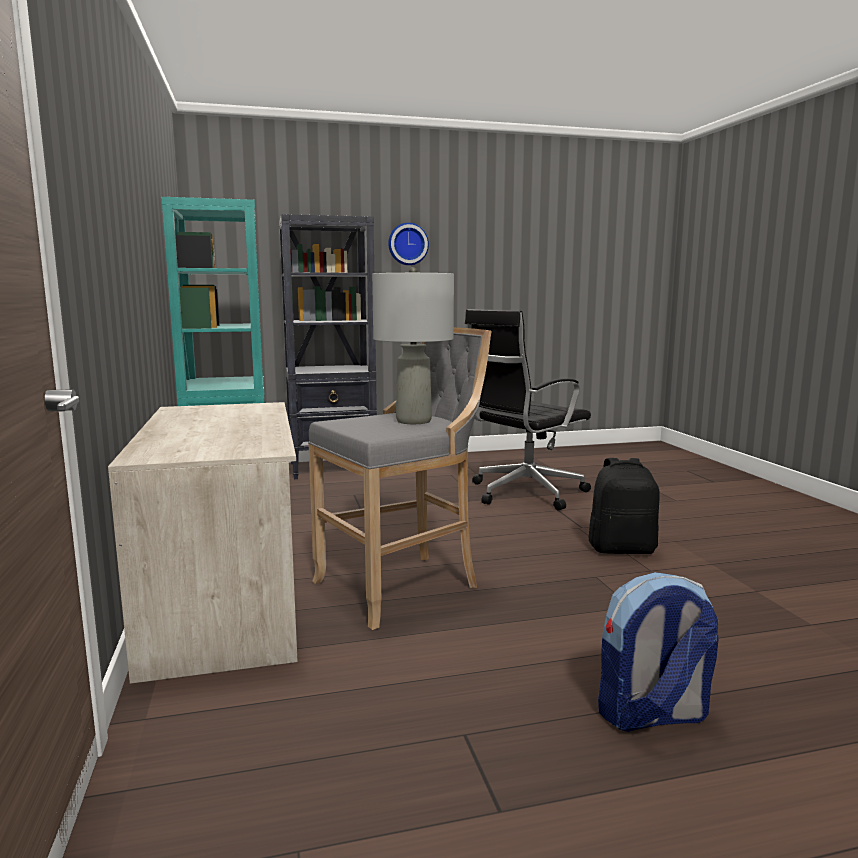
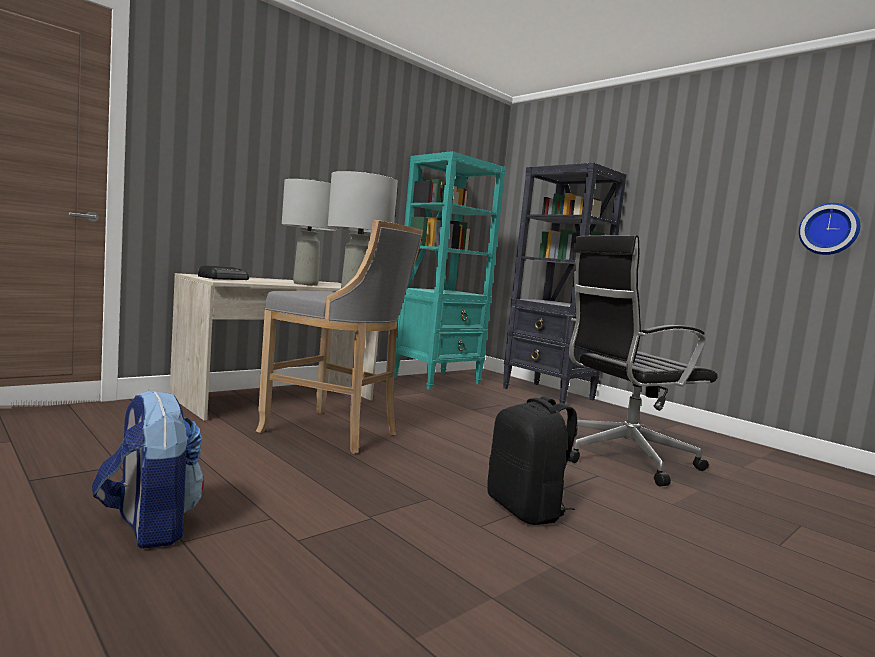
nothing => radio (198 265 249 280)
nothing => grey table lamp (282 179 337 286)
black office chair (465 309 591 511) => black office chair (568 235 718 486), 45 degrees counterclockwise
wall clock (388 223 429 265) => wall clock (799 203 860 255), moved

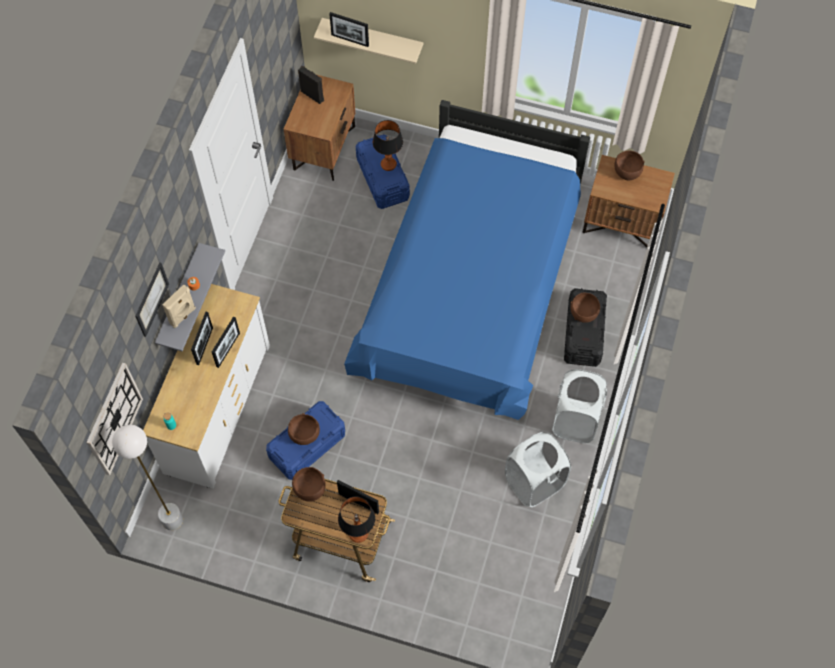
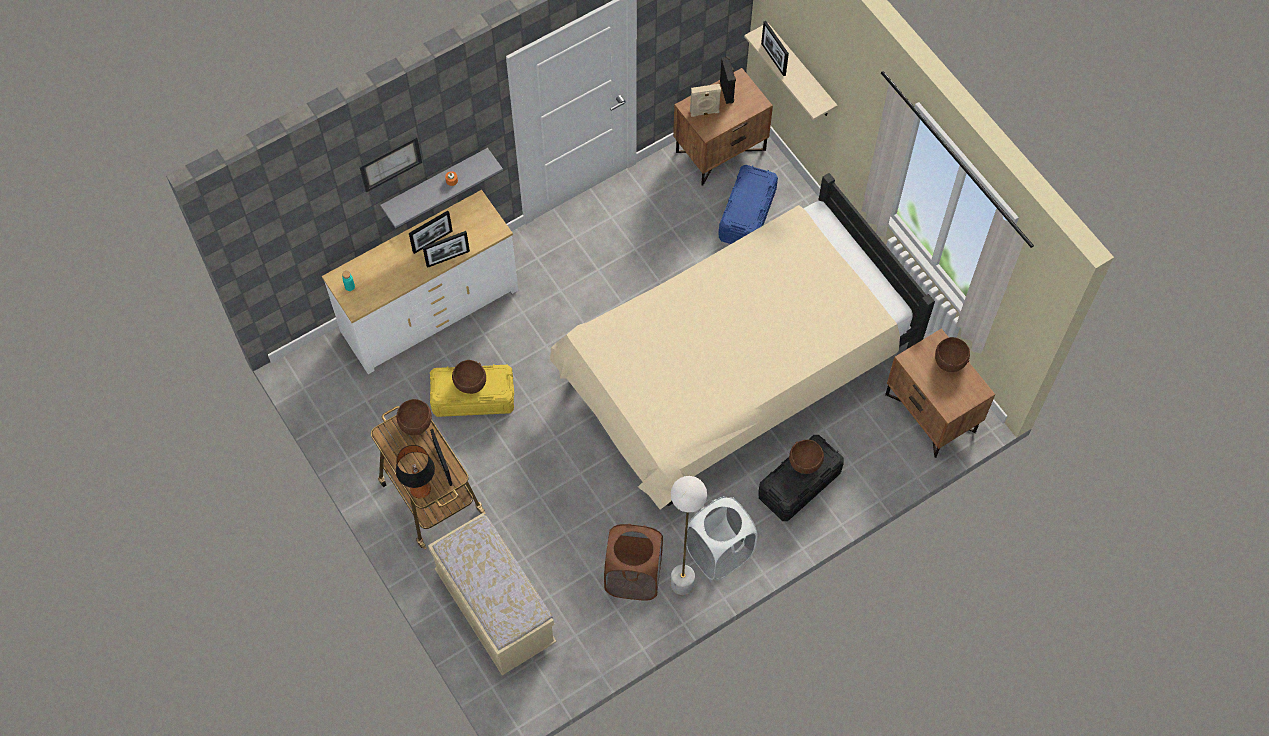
nothing => beige bench (428 513 556 675)
blue storage box (266 401 345 480) => yellow storage box (430 364 514 417)
blue bed (344 100 590 420) => beige bed (550 173 935 510)
white laundry basket (505 432 571 507) => brown laundry basket (604 524 663 601)
white floor lamp (112 425 183 530) => white floor lamp (671 476 707 595), moved
beige speaker (162 284 196 328) => beige speaker (690 84 721 117), moved
wall clock (86 363 143 475) => nothing
table lamp (373 120 403 171) => nothing

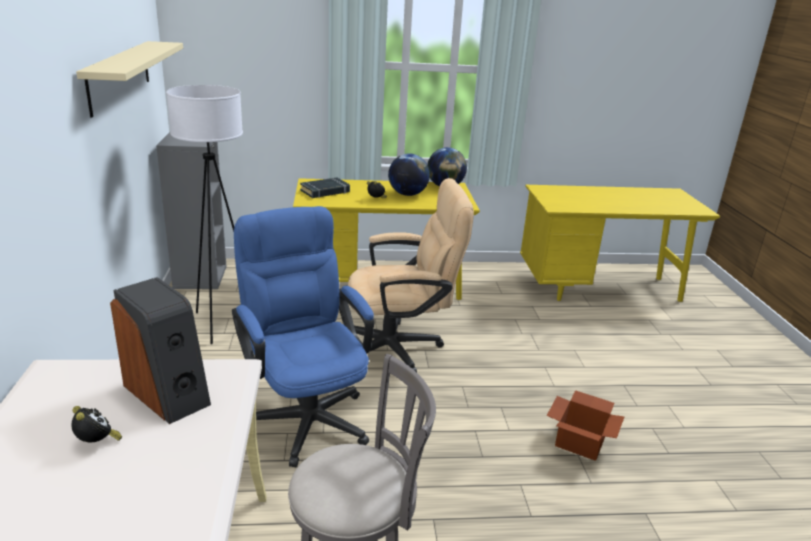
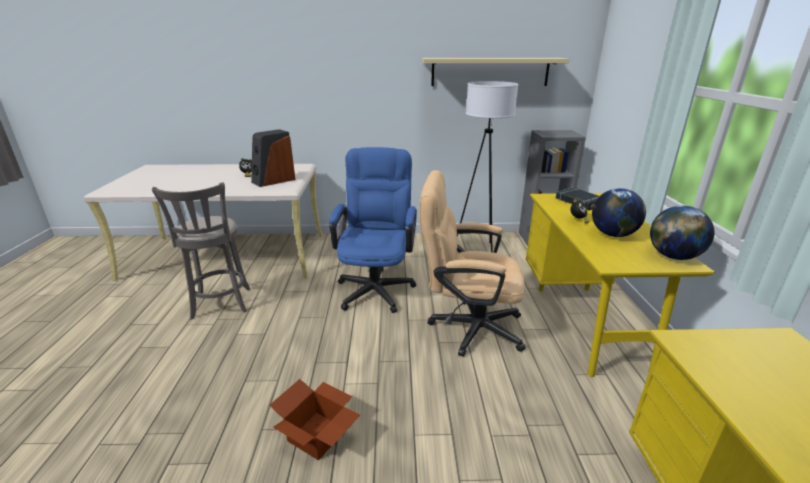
blue office chair (232 206 375 468) => blue office chair (329 147 417 313), 60 degrees counterclockwise
beige office chair (348 178 474 372) => beige office chair (420 170 526 357), 105 degrees clockwise

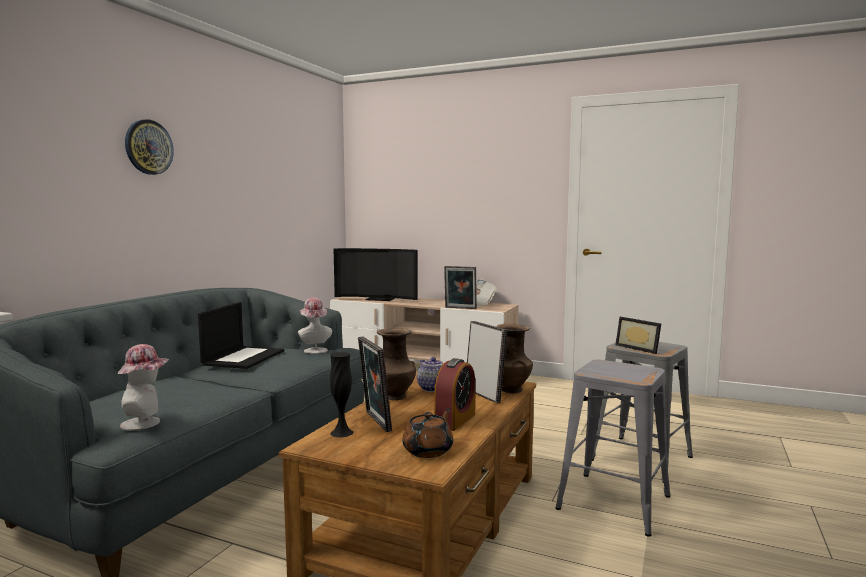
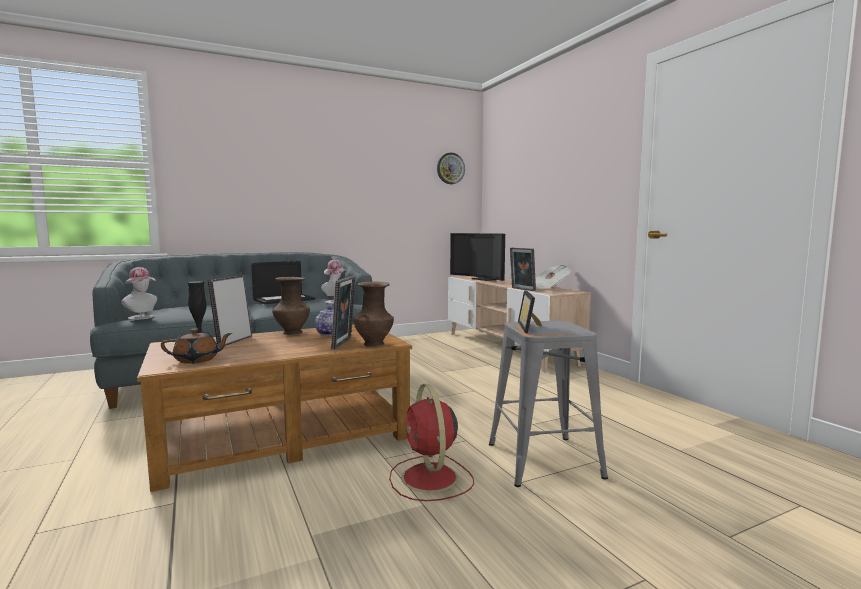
grey stool (555 360 670 537) => red fan (389 384 474 501)
wall clock (125 119 174 175) => wall clock (437 153 465 184), moved
alarm clock (435 358 475 431) => nothing

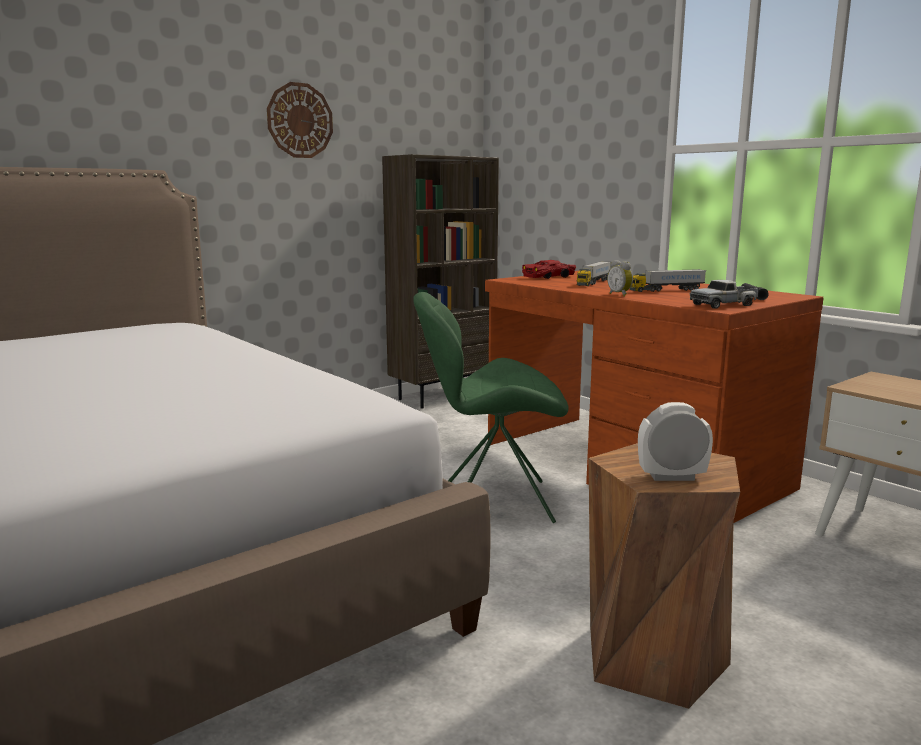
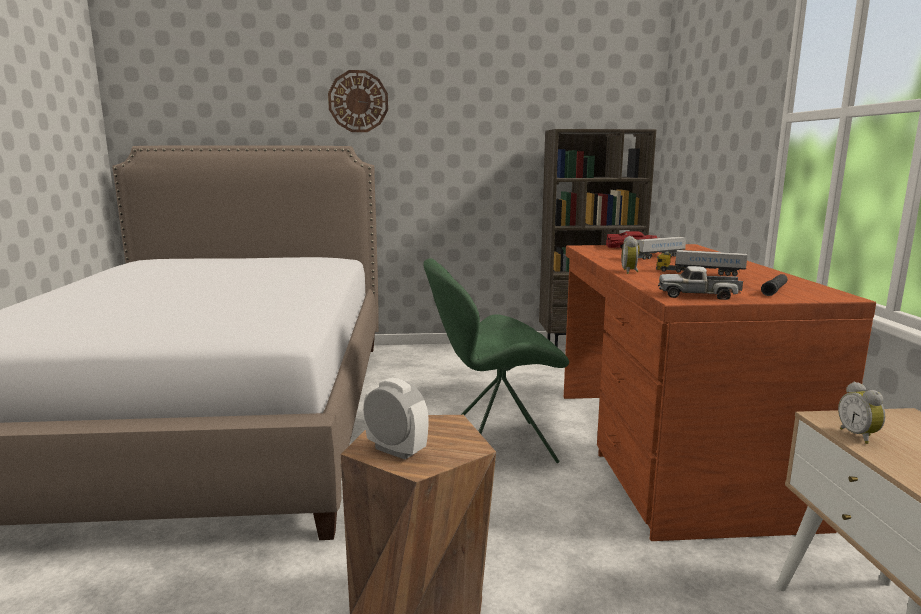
wall clock (267 82 333 158) => wall clock (328 70 388 132), moved
green chair (413 292 569 523) => green chair (423 258 569 463), 45 degrees counterclockwise
nothing => alarm clock (838 381 885 444)

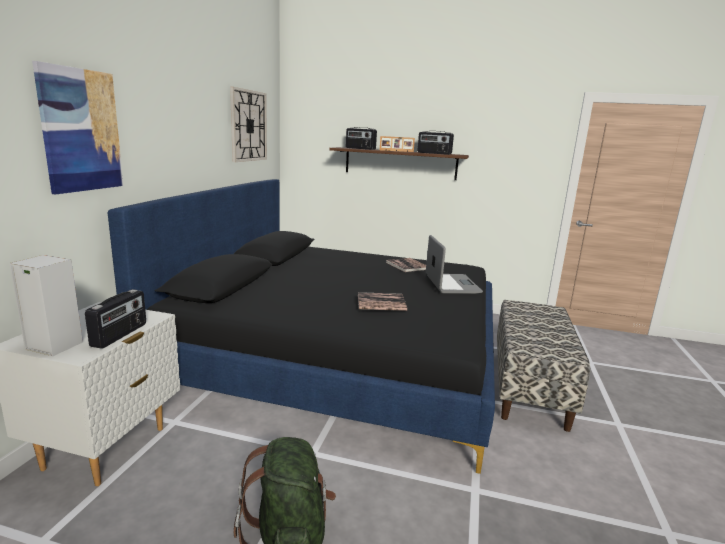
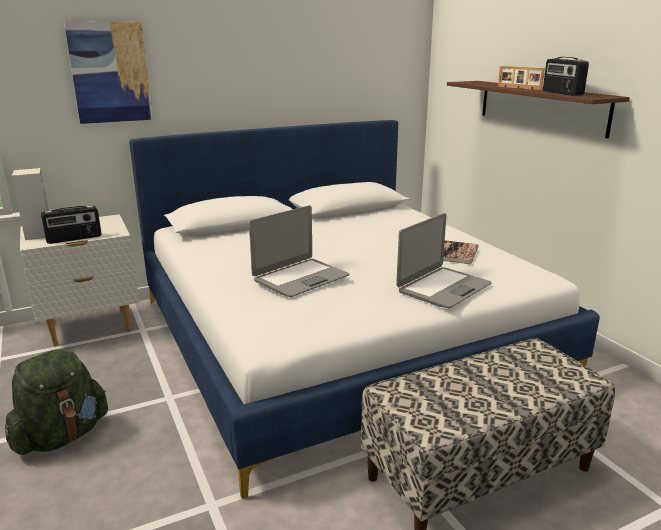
black bed (108 179 495 474) => white bed (129 120 600 499)
book (358 292 407 311) => laptop (249 206 349 297)
wall clock (230 87 267 162) => nothing
radio (346 127 377 150) => nothing

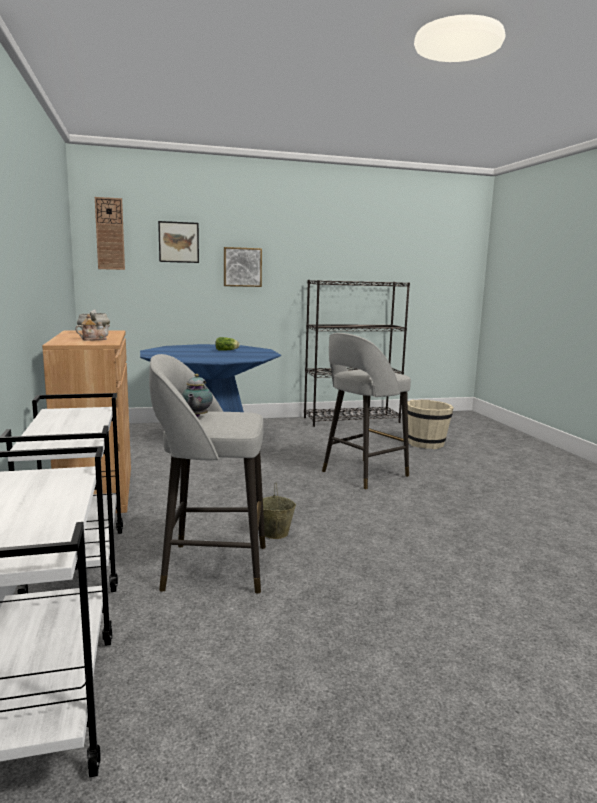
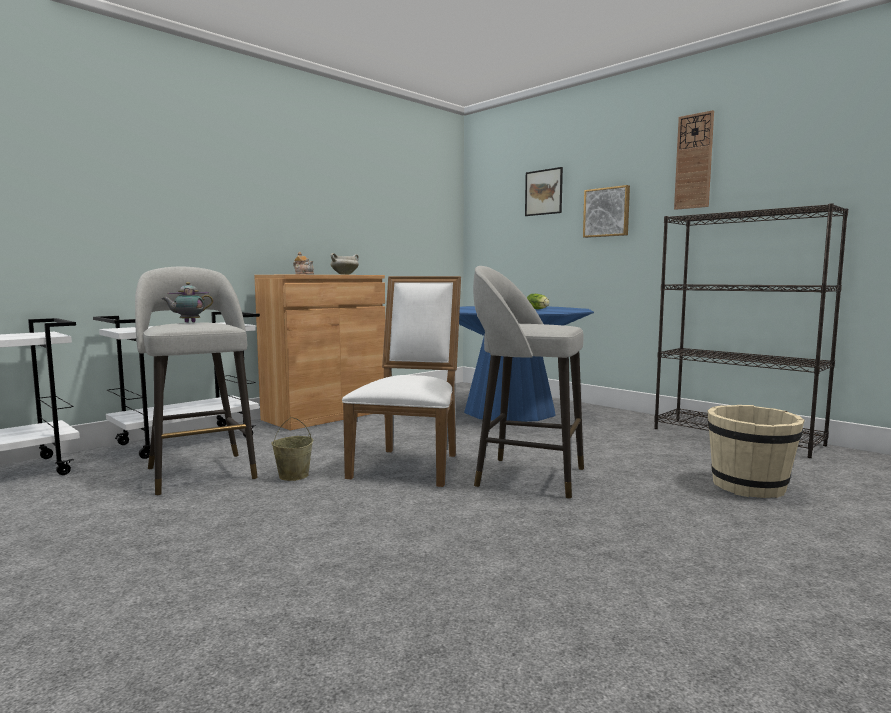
nothing => white chair (342 276 461 487)
wall clock (95 197 125 270) => wall clock (674 110 714 210), moved

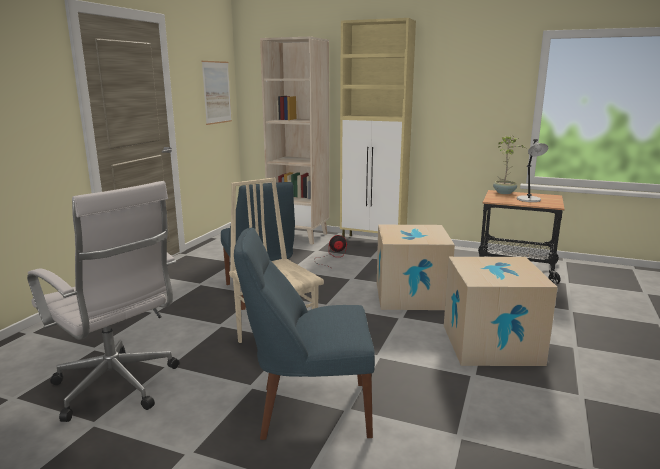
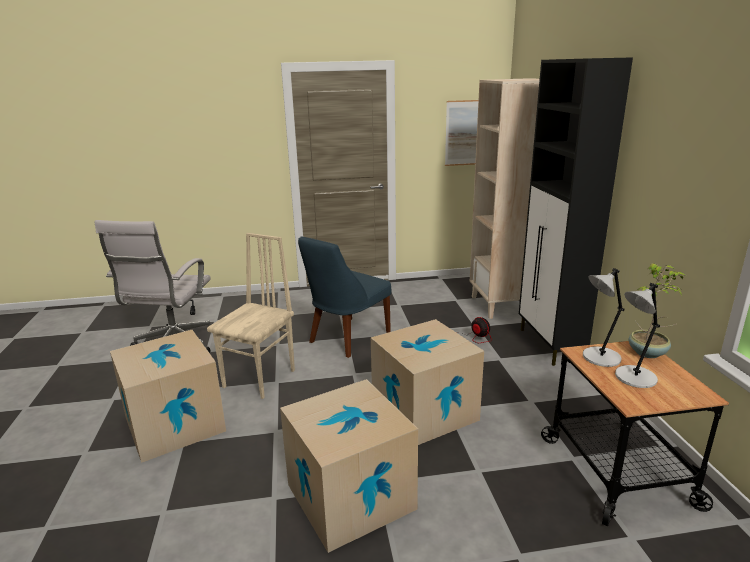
blue chair (234 227 375 440) => cardboard box (110 330 226 463)
beige cabinet (340 18 416 238) => black cabinet (519 57 633 366)
nothing => grey table lamp (583 268 625 367)

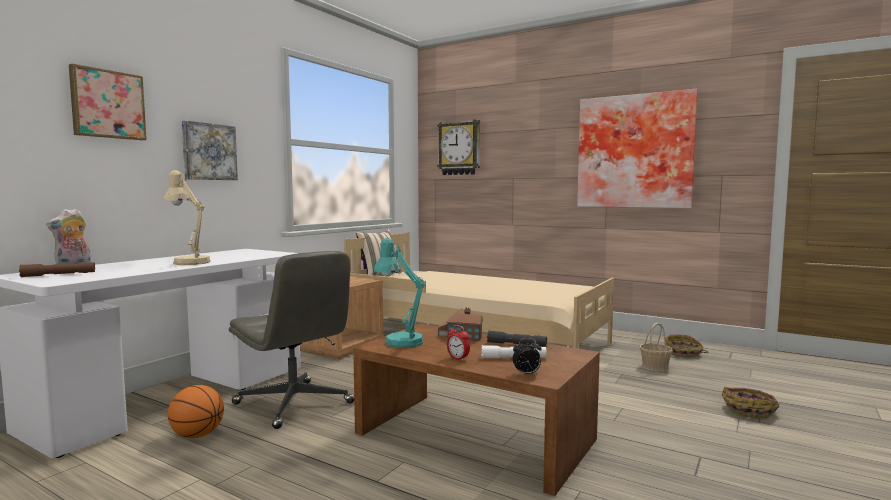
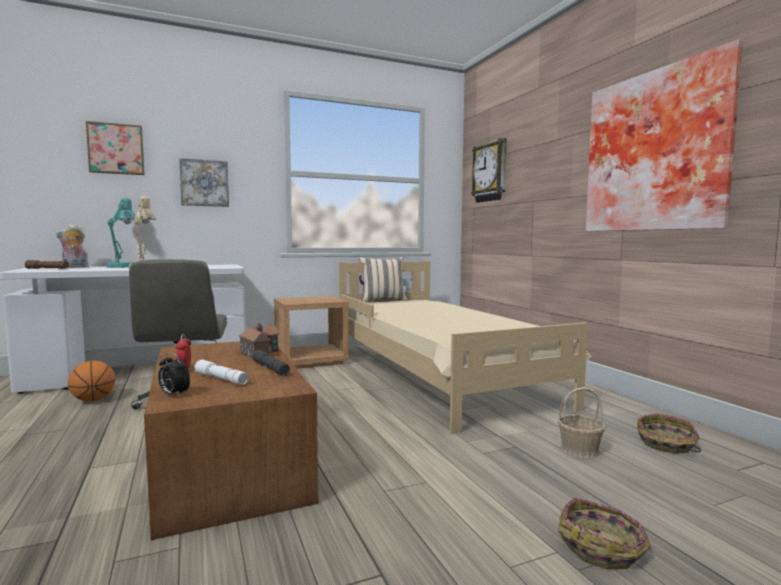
turquoise table lamp (374 238 425 348) => turquoise table lamp (107 197 136 268), moved

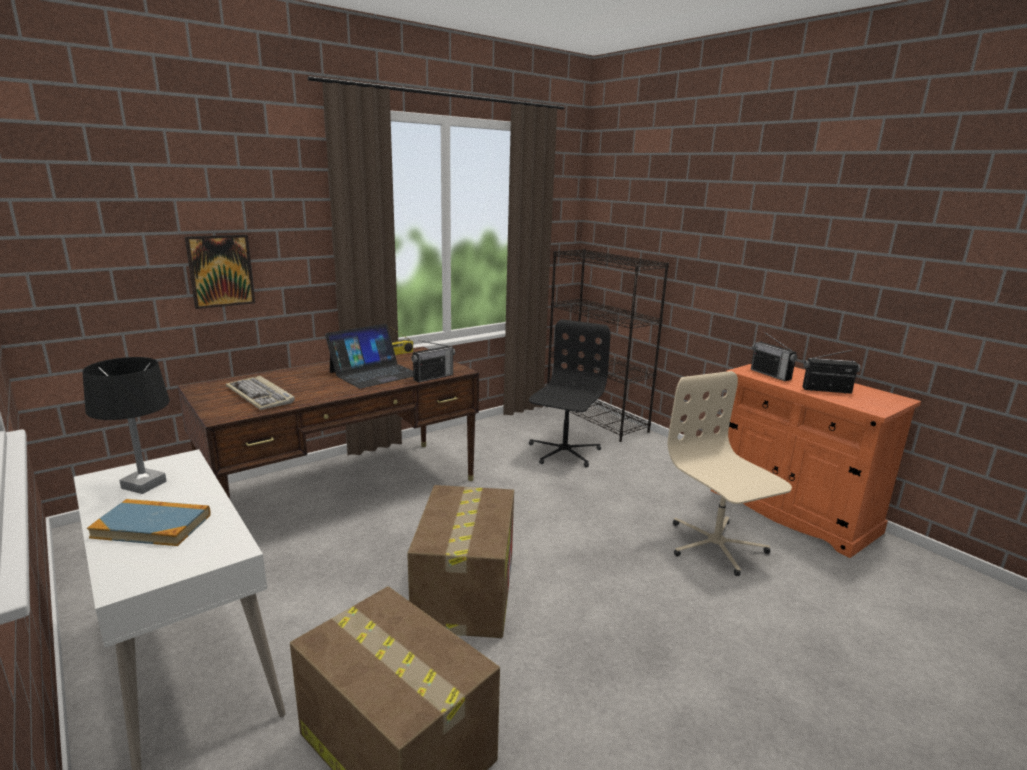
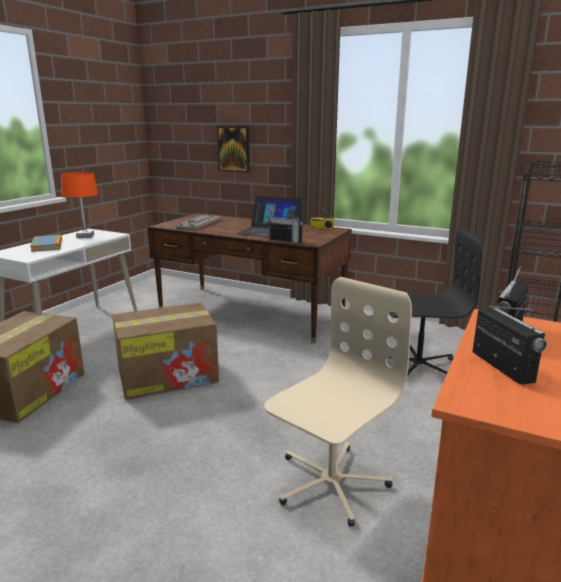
black table lamp (82 357 170 494) => orange table lamp (61 172 98 238)

